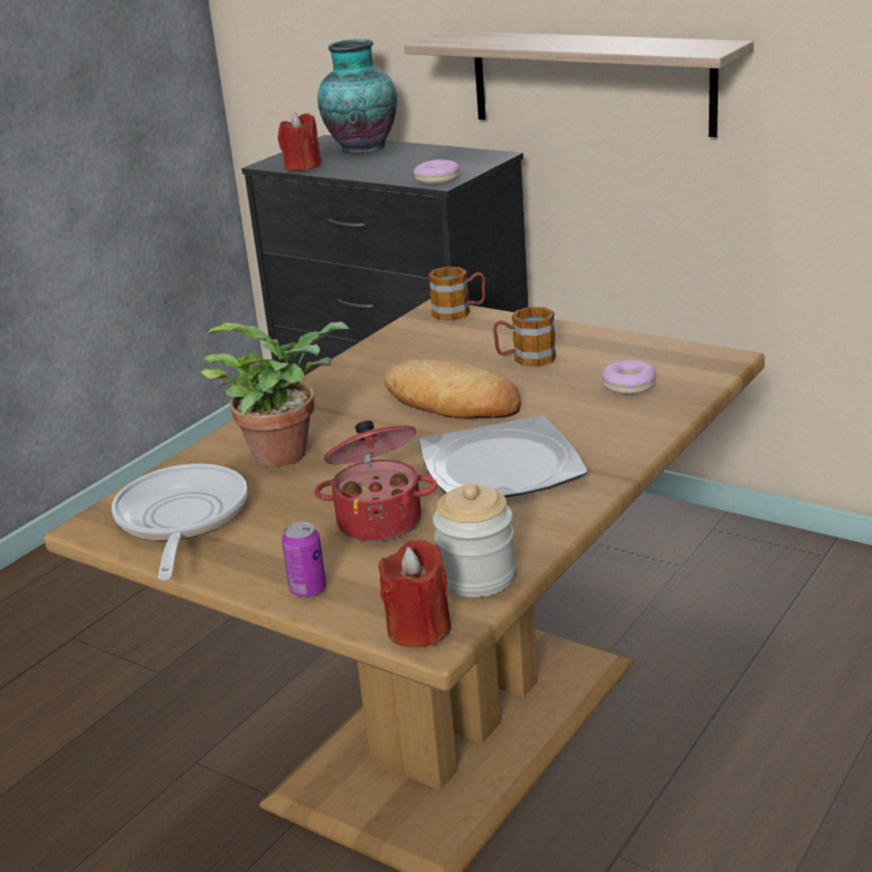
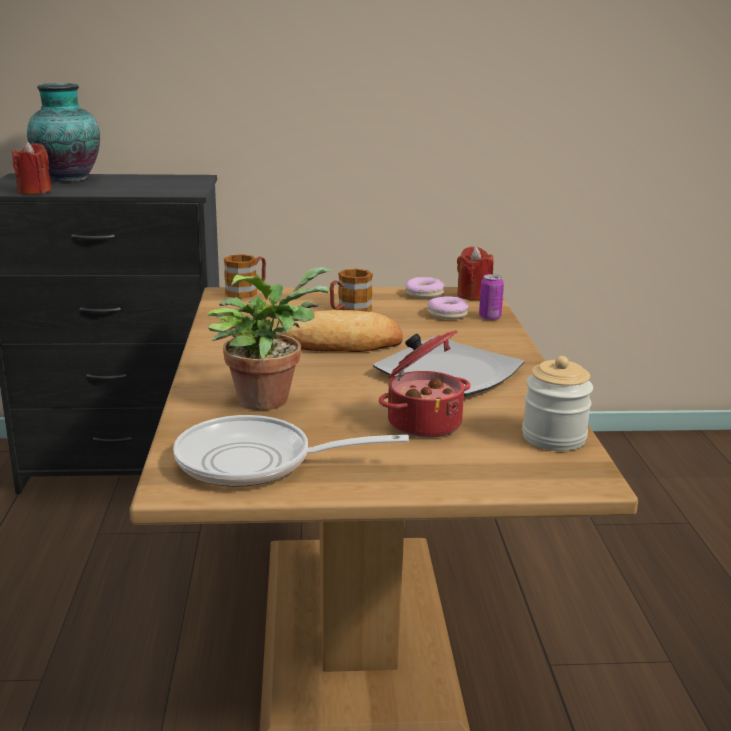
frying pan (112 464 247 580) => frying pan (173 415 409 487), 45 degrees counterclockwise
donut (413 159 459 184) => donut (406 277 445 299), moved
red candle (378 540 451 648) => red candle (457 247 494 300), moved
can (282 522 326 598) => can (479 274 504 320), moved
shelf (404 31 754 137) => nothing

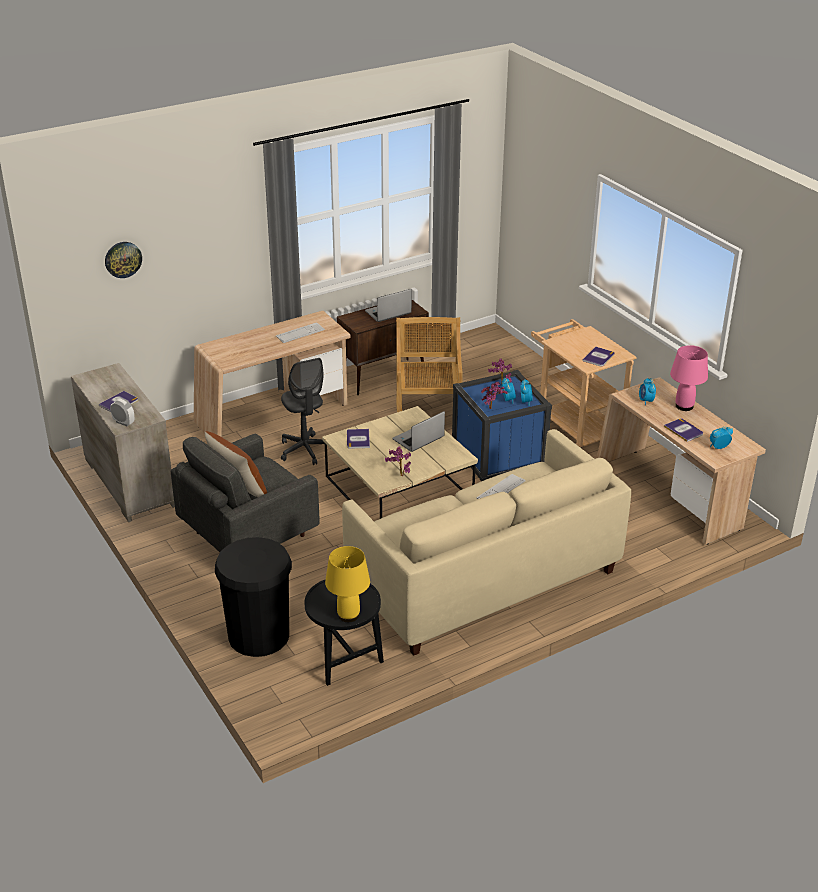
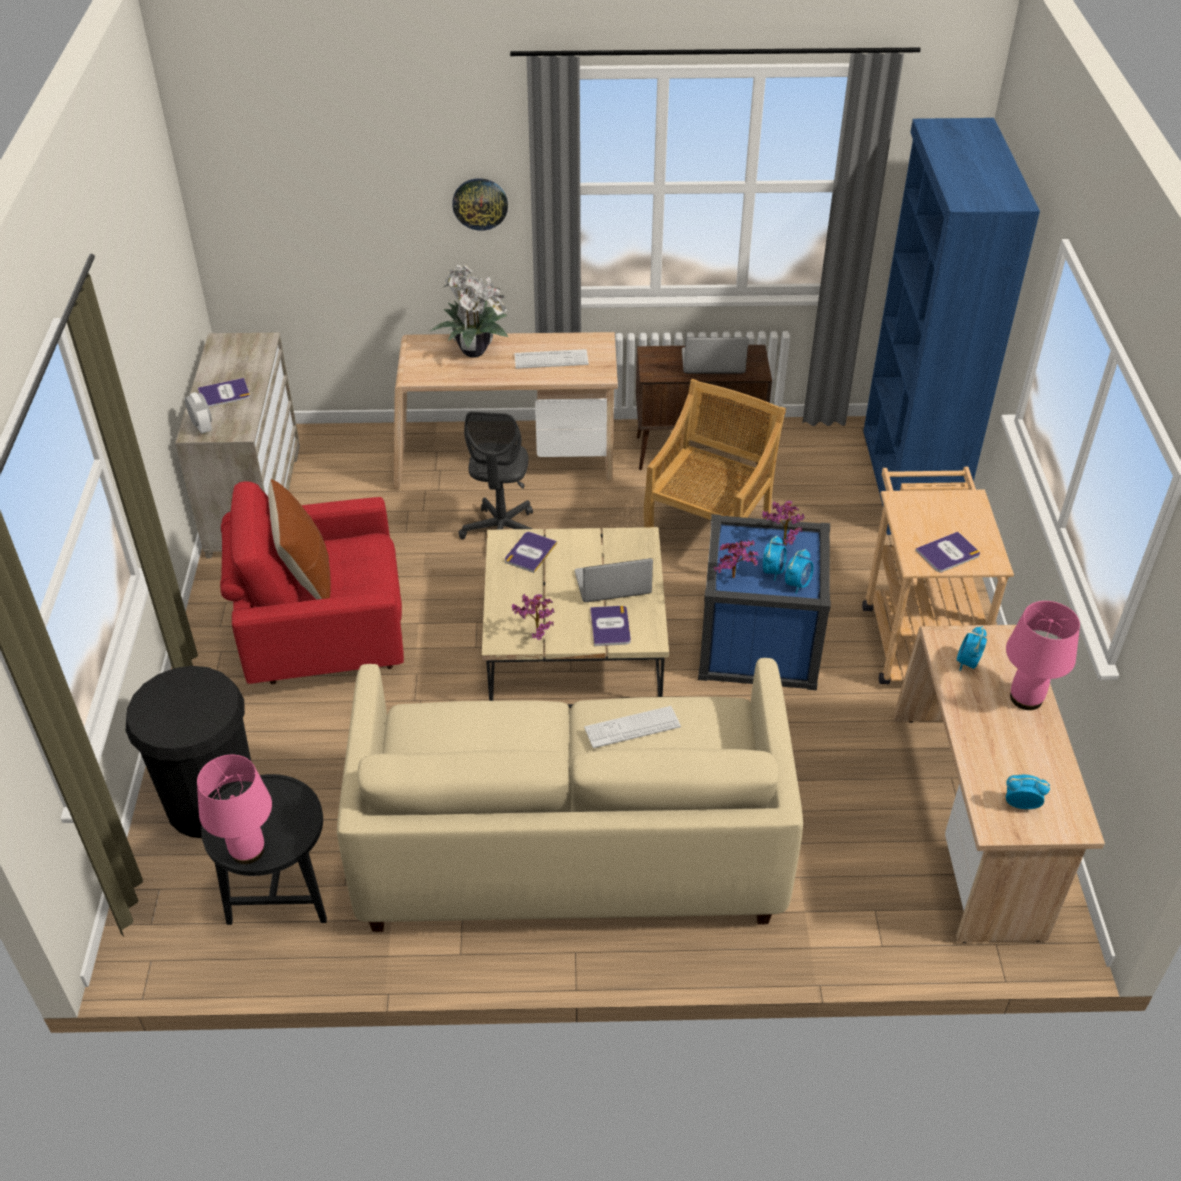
yellow table lamp (325 546 370 622) => pink table lamp (197 755 272 864)
grey armchair (171 434 320 552) => red armchair (220 481 404 685)
nothing => potted plant (430 265 509 358)
wall clock (105 242 142 278) => wall clock (452 178 508 231), moved
book (664 418 703 442) => book (590 606 631 646), moved
nothing => blue bookcase (863 118 1040 535)

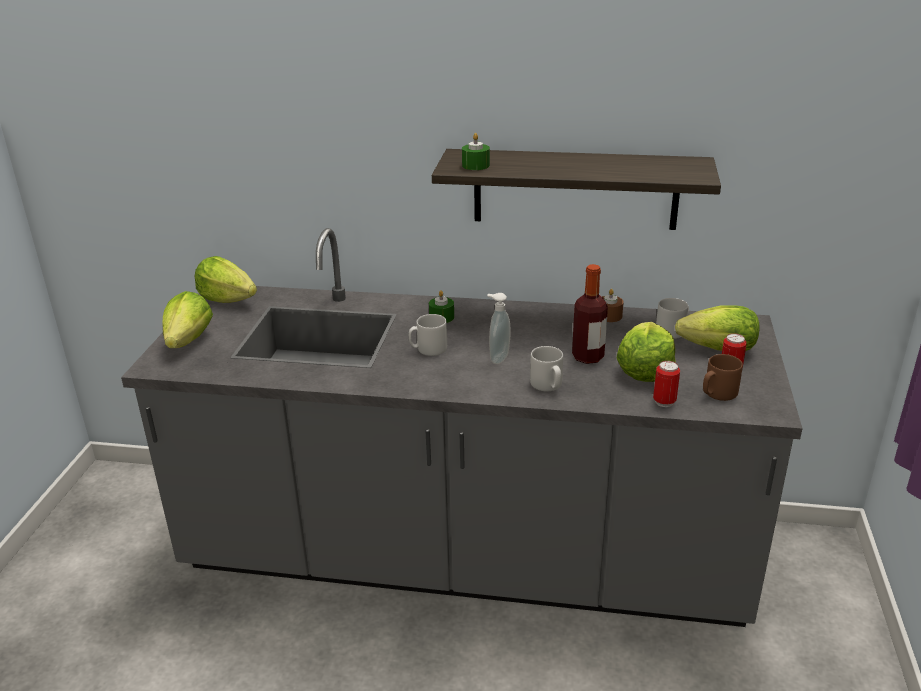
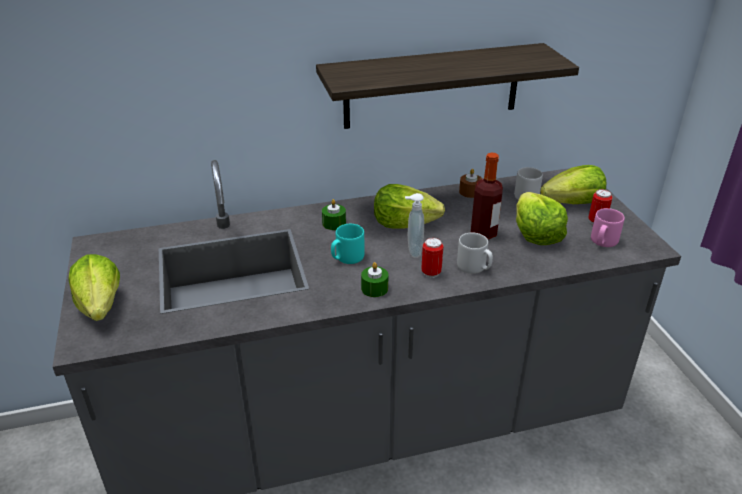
grey mug (409 314 447 356) => turquoise mug (331 224 364 264)
green candle (462 133 490 170) => green candle (361 262 388 297), moved
lettuce (194 256 257 303) => lettuce (374 184 445 228), moved
can (653 361 680 407) => can (421 237 443 278), moved
brown mug (703 354 743 401) => pink mug (591 208 625 247)

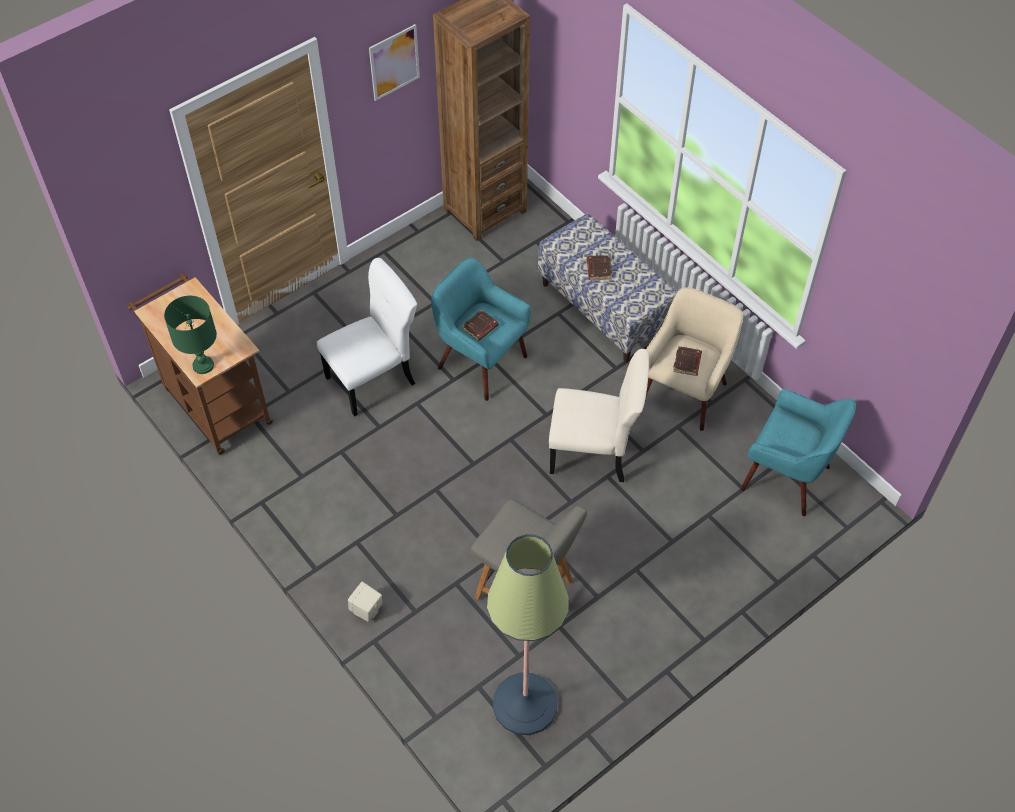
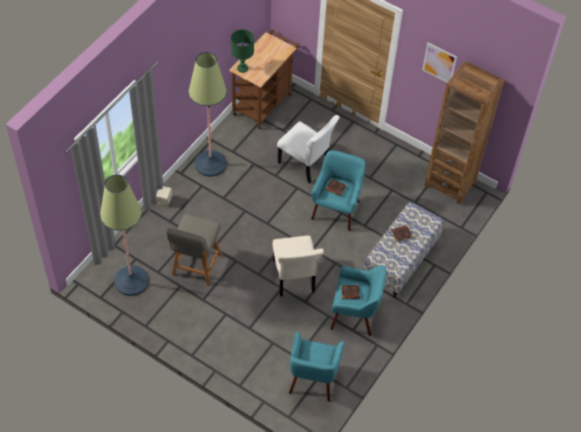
nothing => floor lamp (188 52 227 177)
beige armchair (646 287 743 431) => turquoise armchair (330 265 386 336)

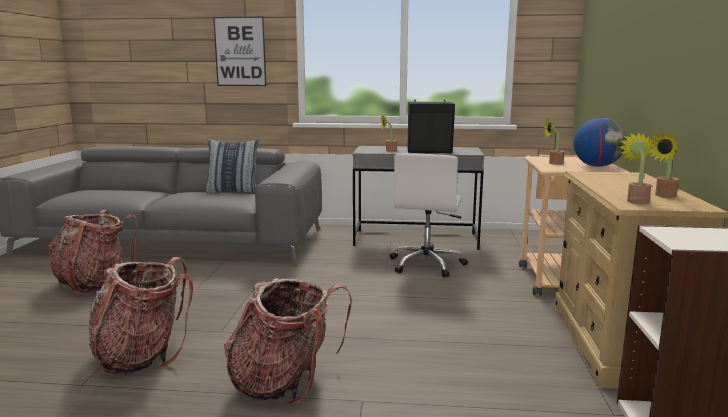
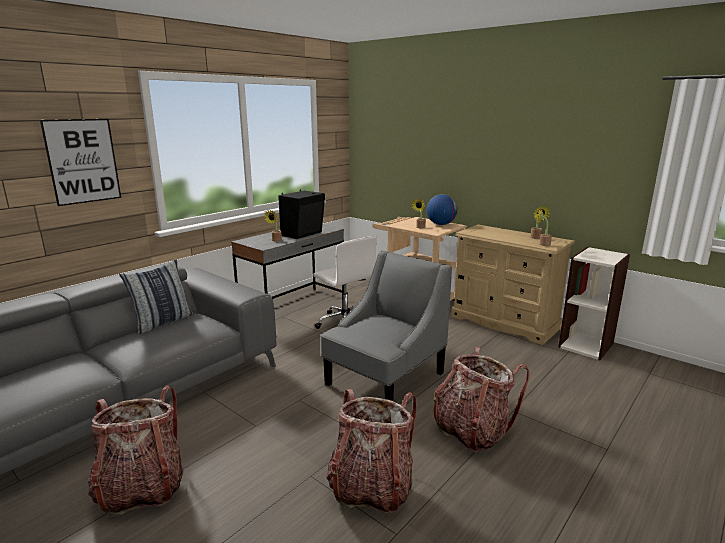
nothing => grey armchair (321 251 452 401)

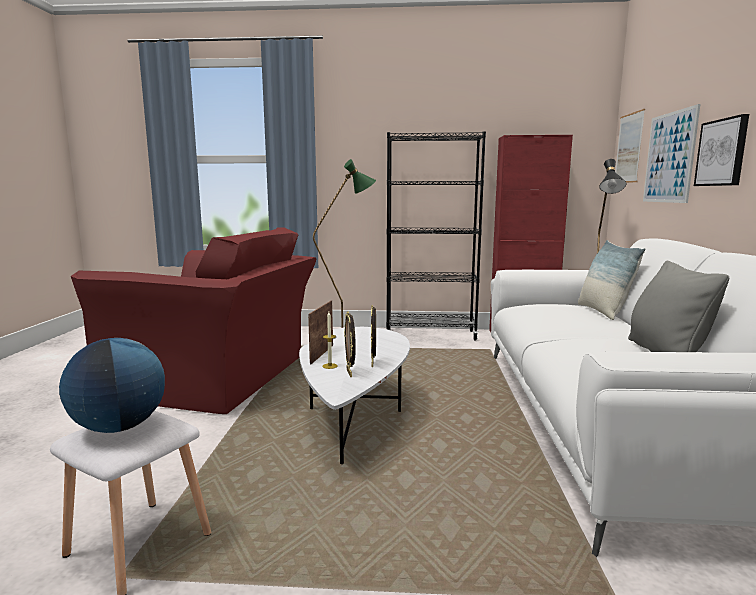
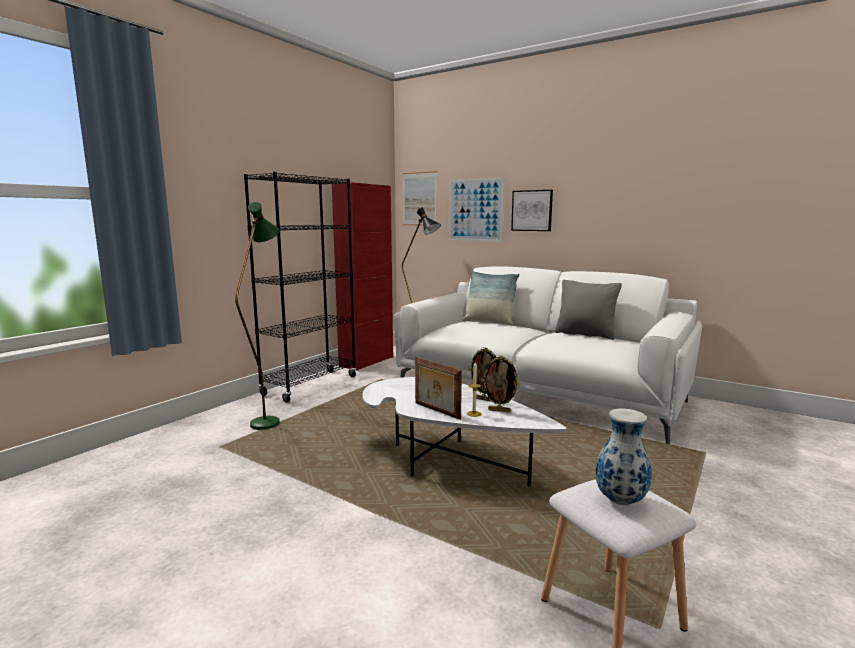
globe (59 338 165 433) => vase (595 408 652 505)
red armchair (71 228 316 414) => nothing

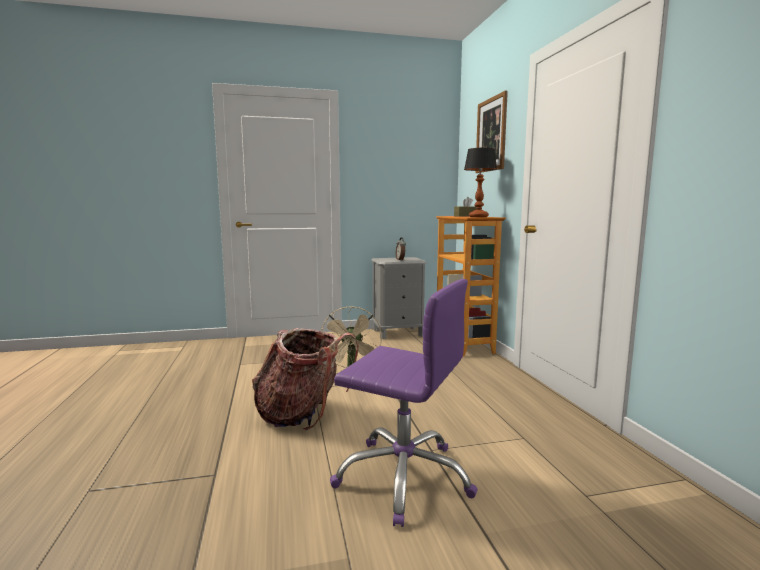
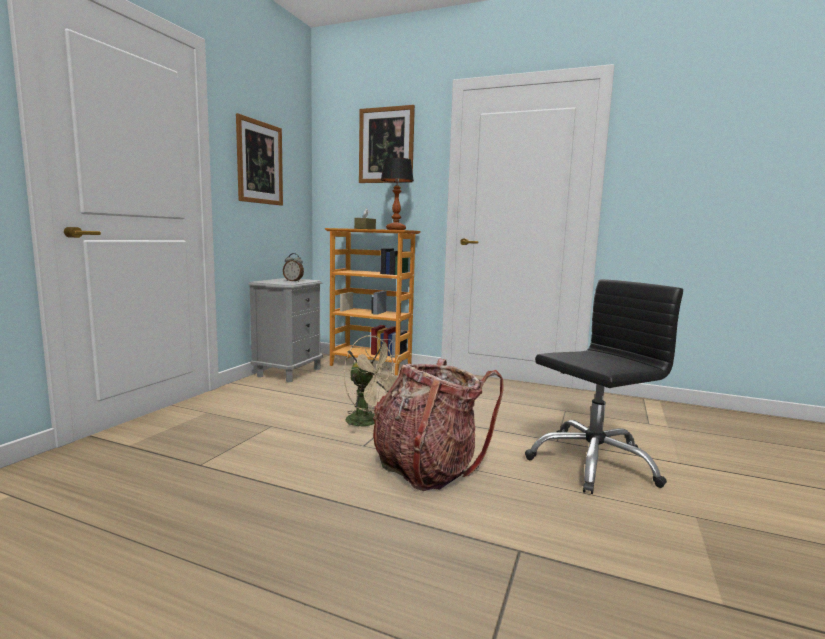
nothing => picture (236 113 283 206)
purple office chair (330 279 478 527) => black office chair (525 279 683 494)

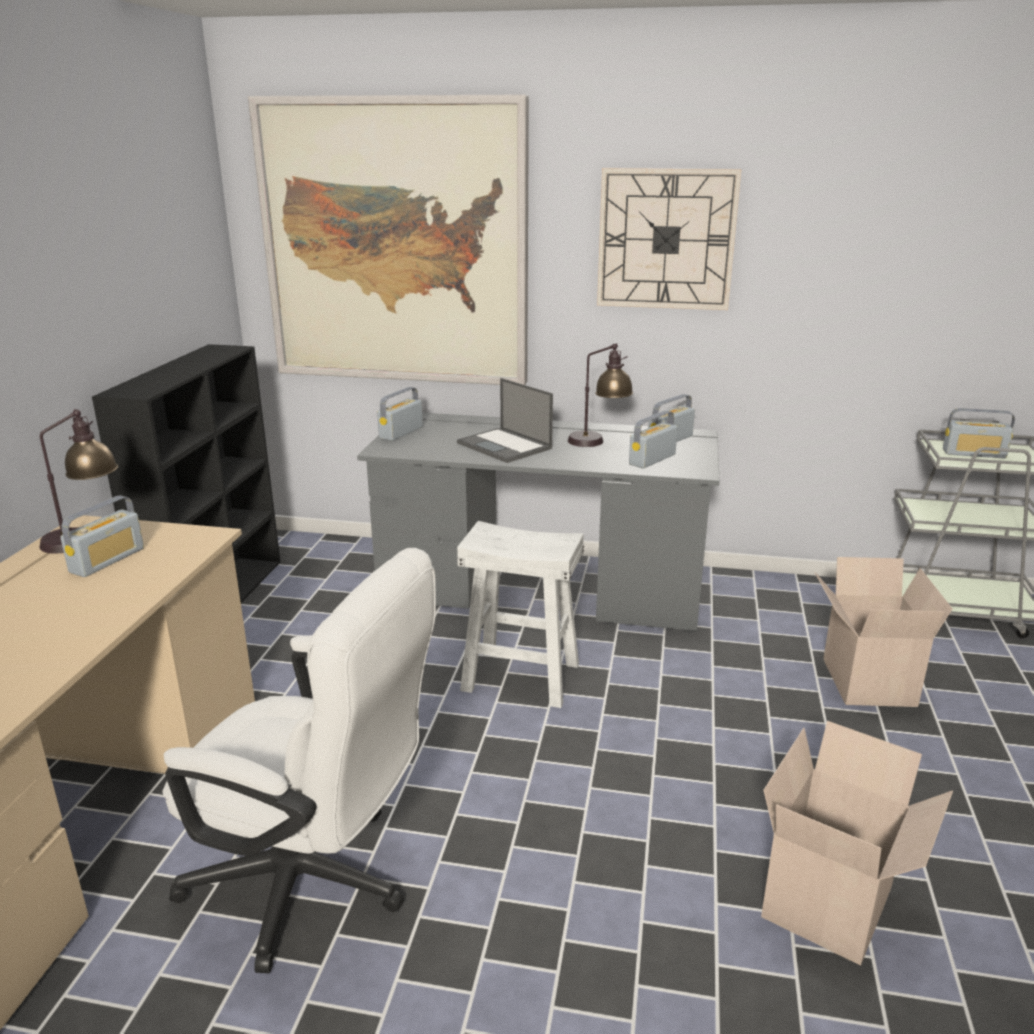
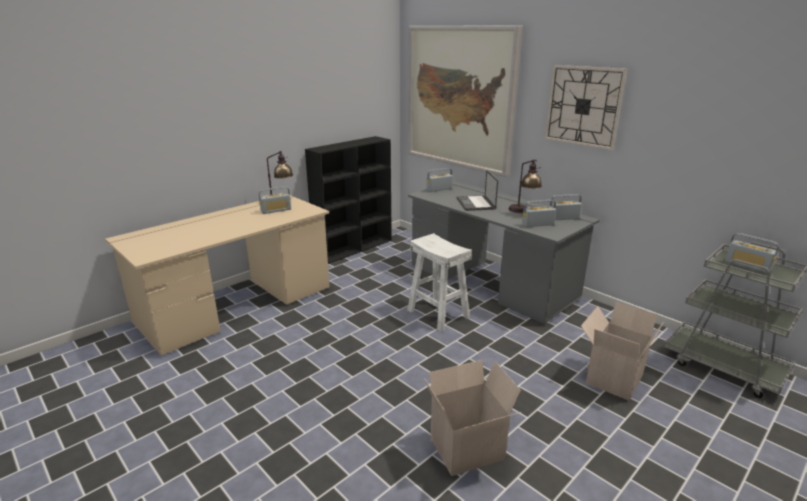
white office chair (162 548 436 973) => nothing

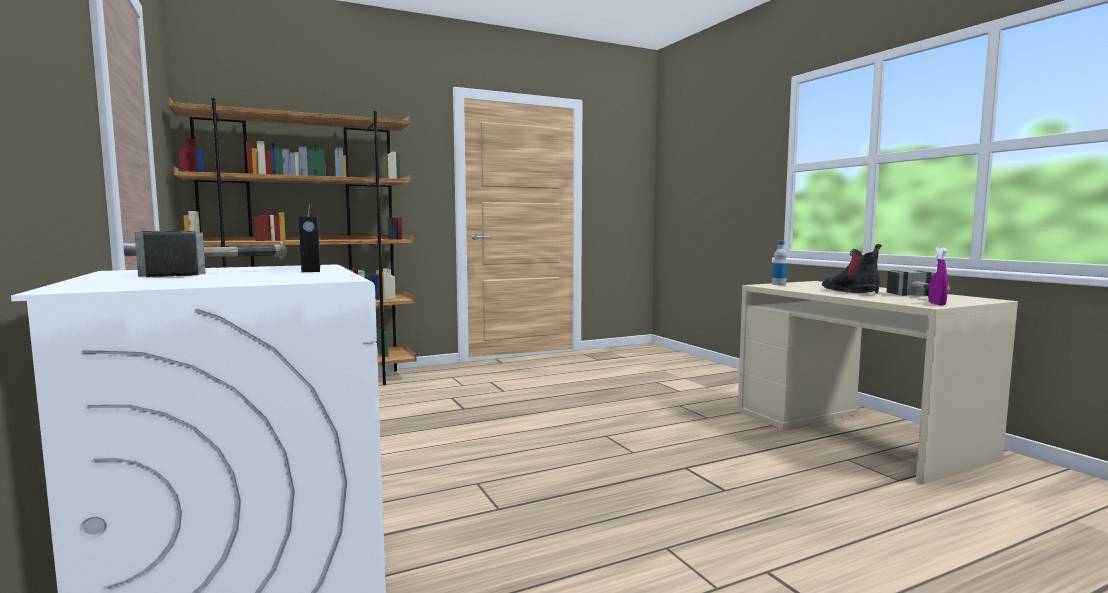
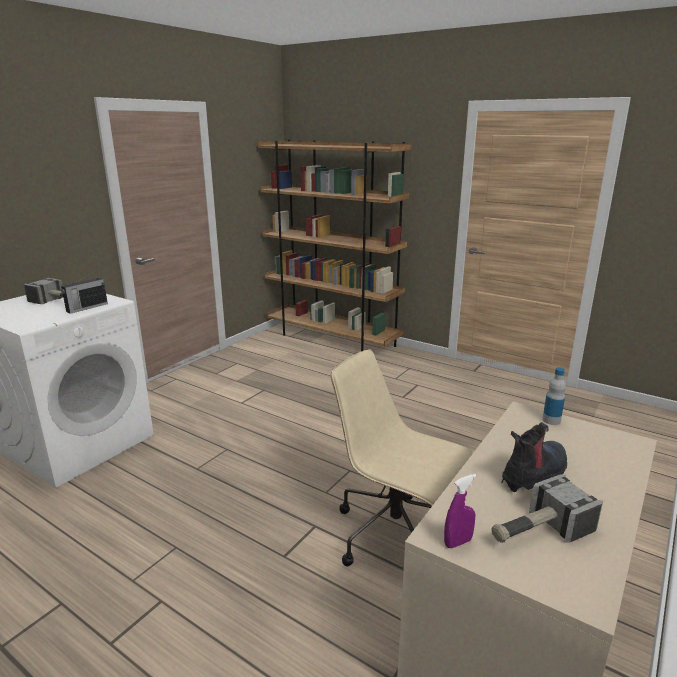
nothing => beige office chair (331 349 474 566)

